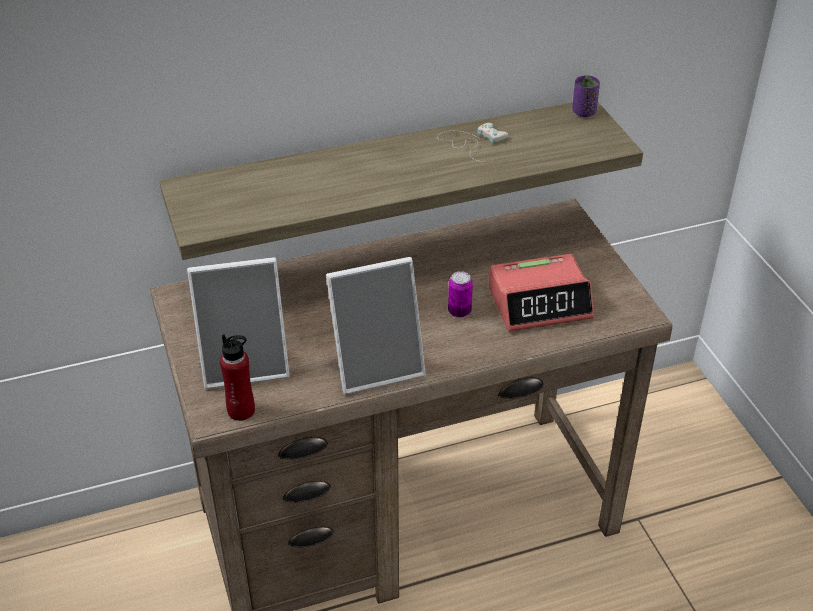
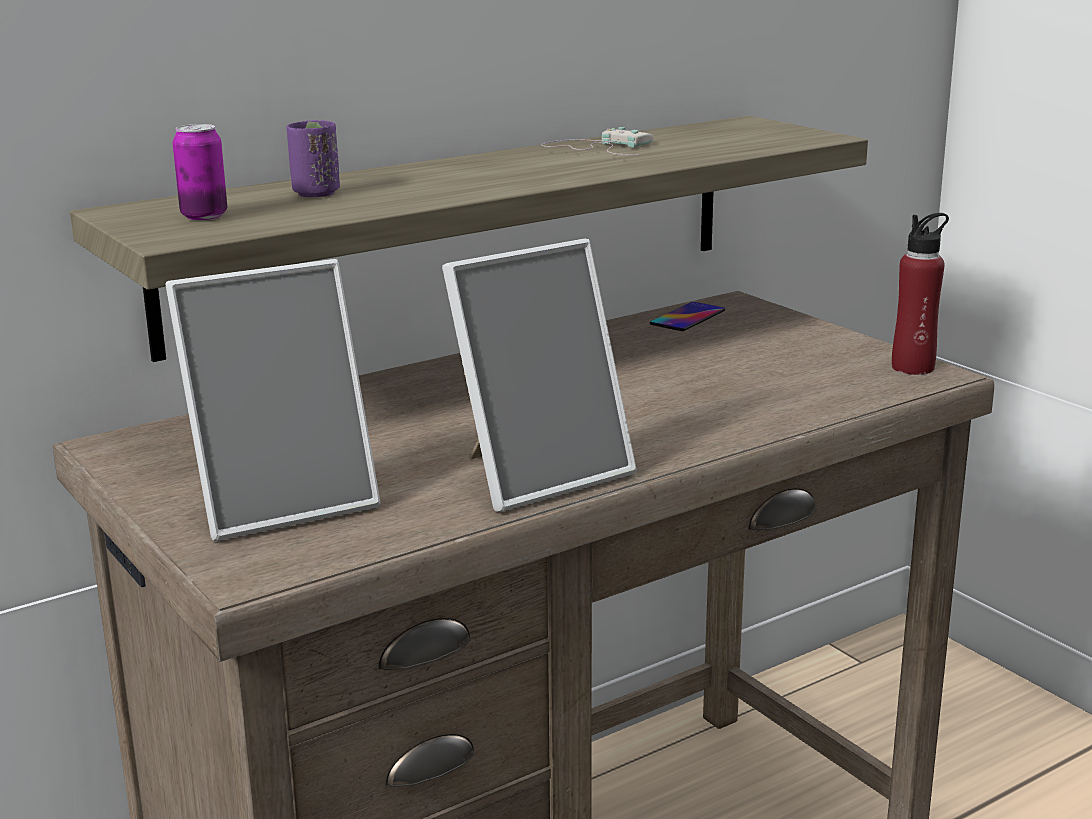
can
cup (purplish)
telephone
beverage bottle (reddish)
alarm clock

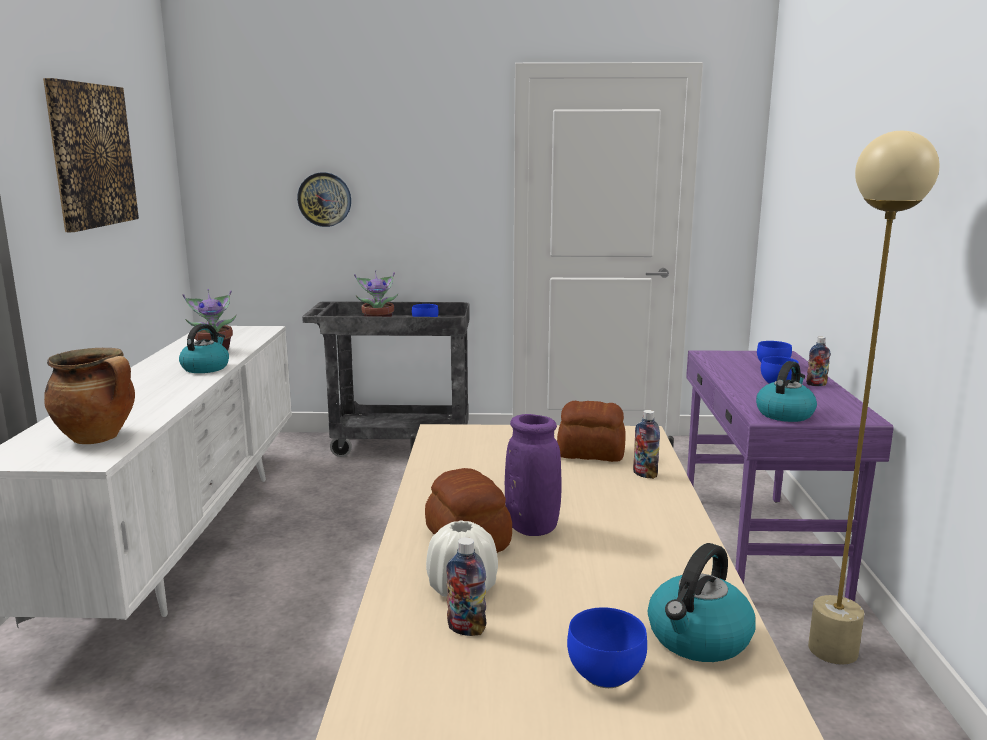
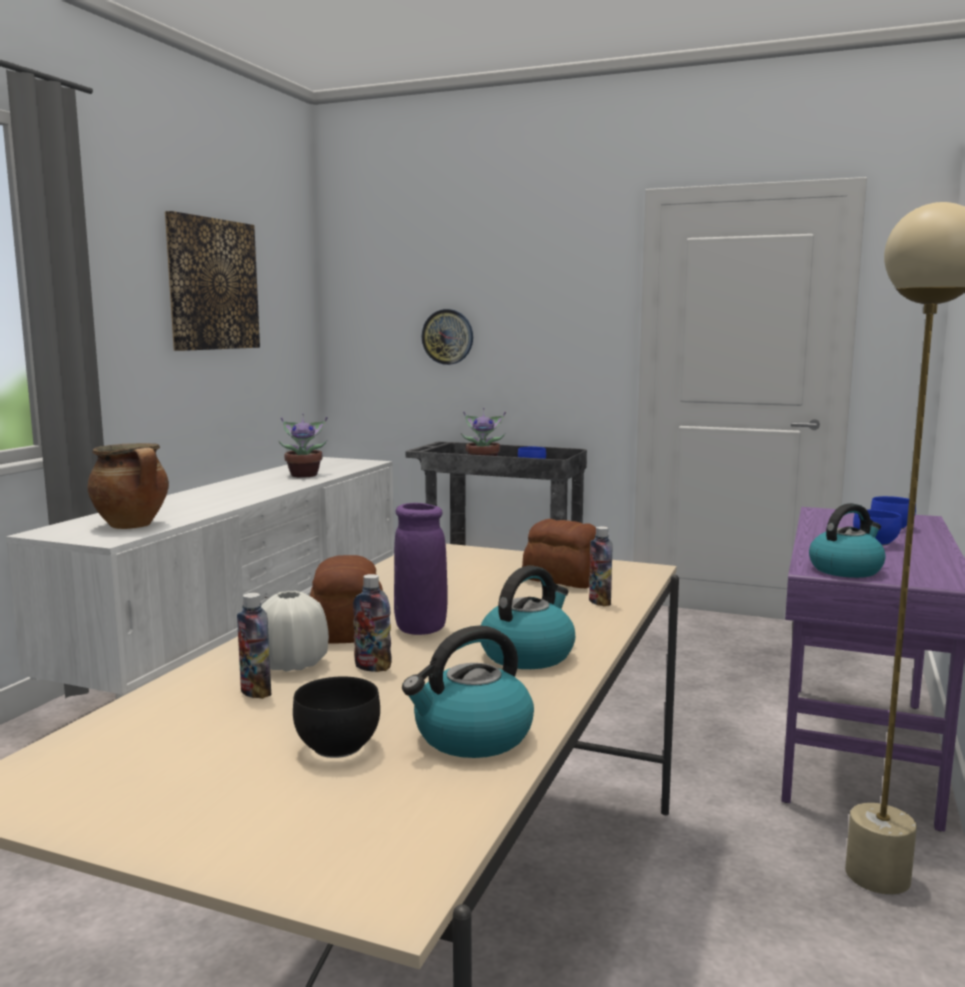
serving bowl (blackish)
beverage bottle (2nd from left)
kettle (2nd from left)

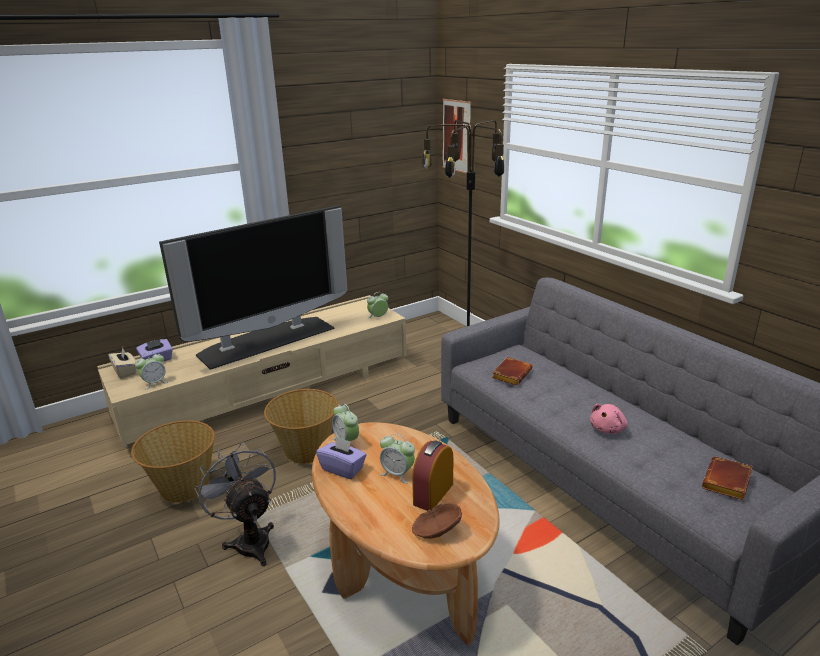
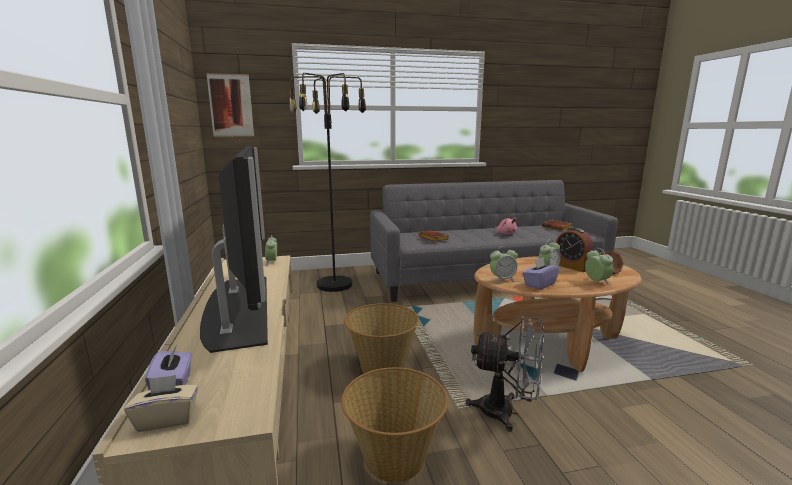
fan (greyish)
alarm clock (5th from left)

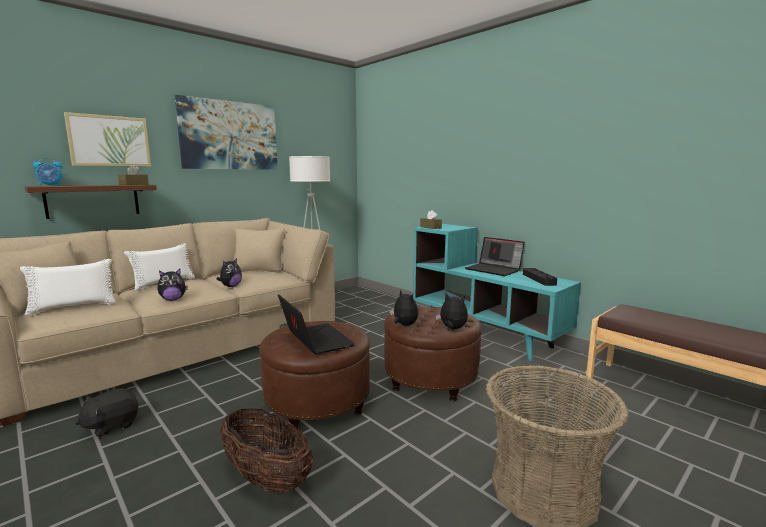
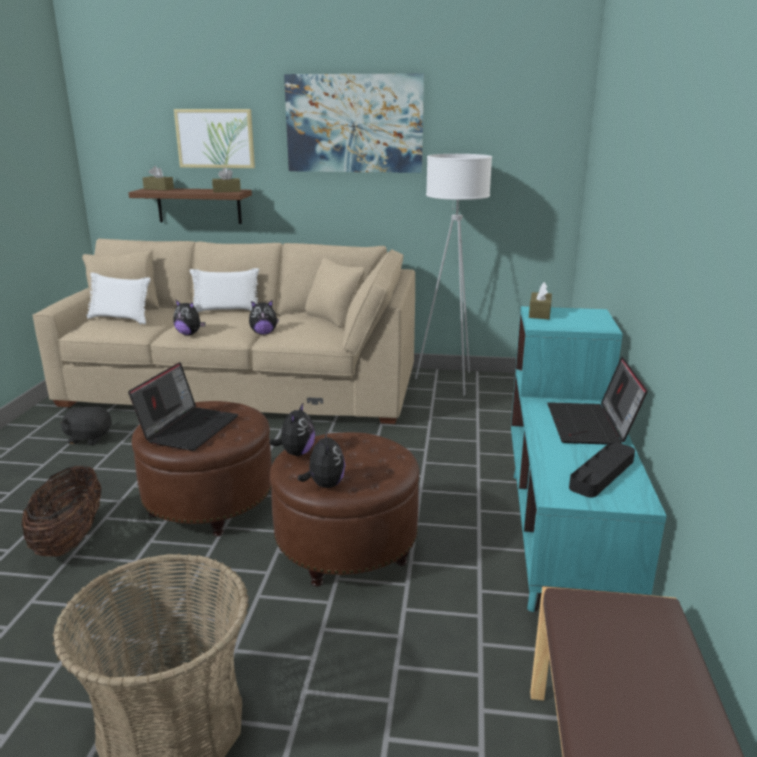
tissue box (brown-coloured) (1st from left)

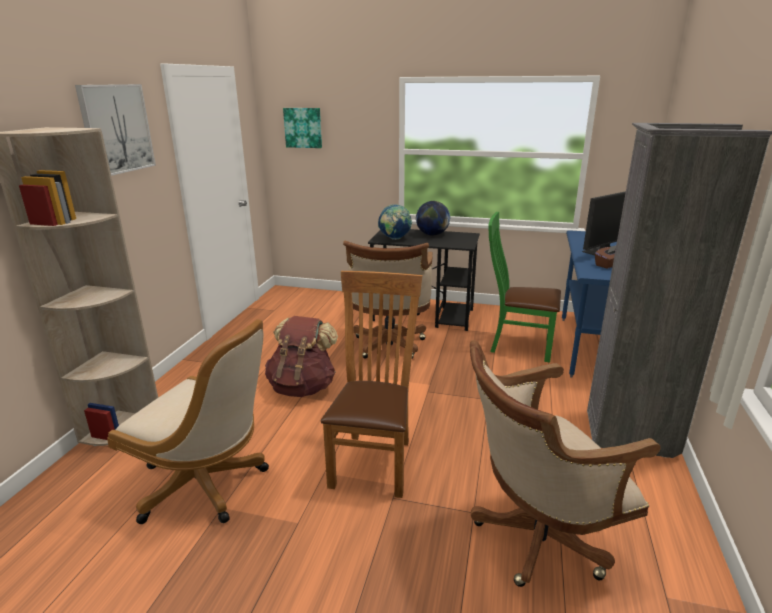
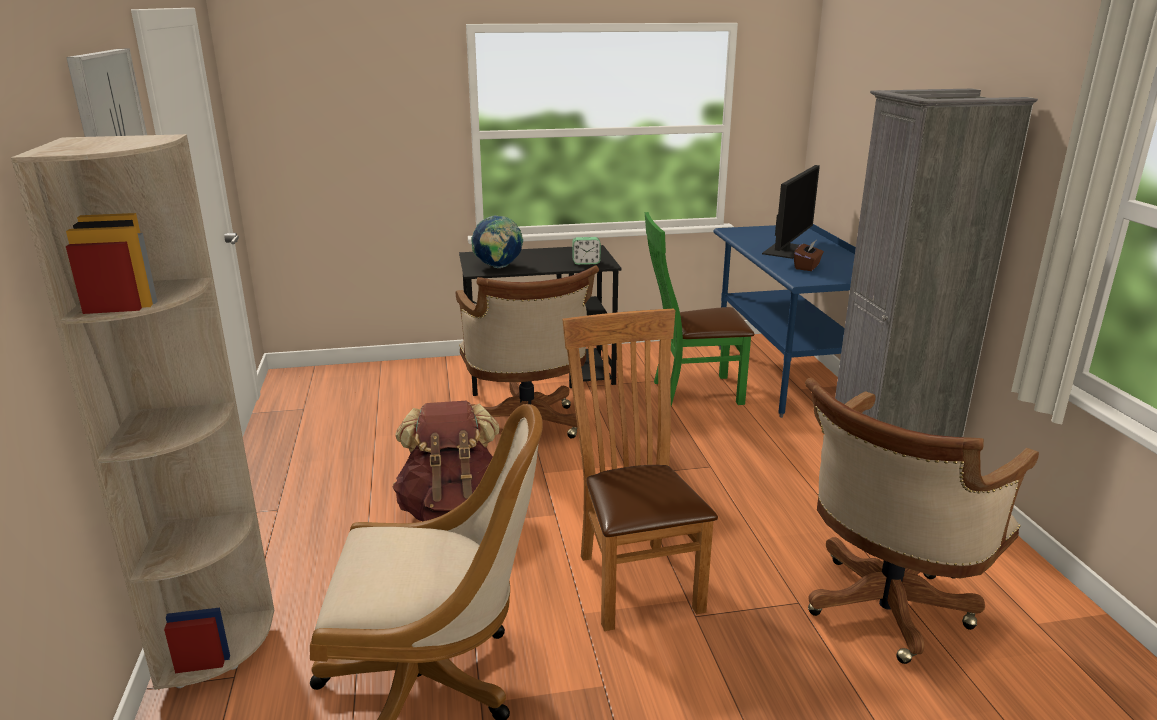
alarm clock
wall picture (2nd from left in the first image)
desk globe (2nd from left in the first image)

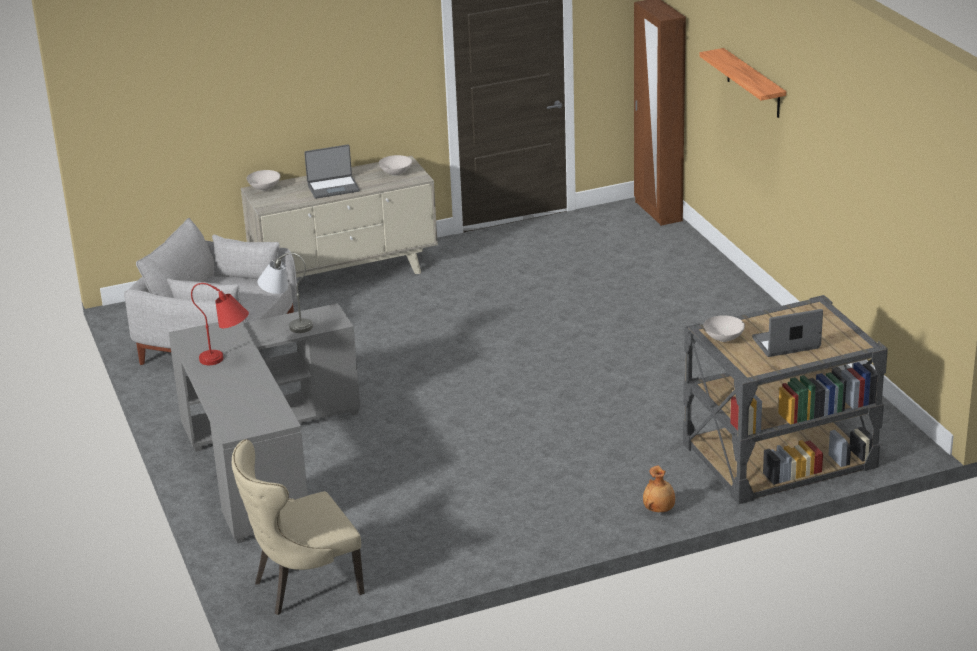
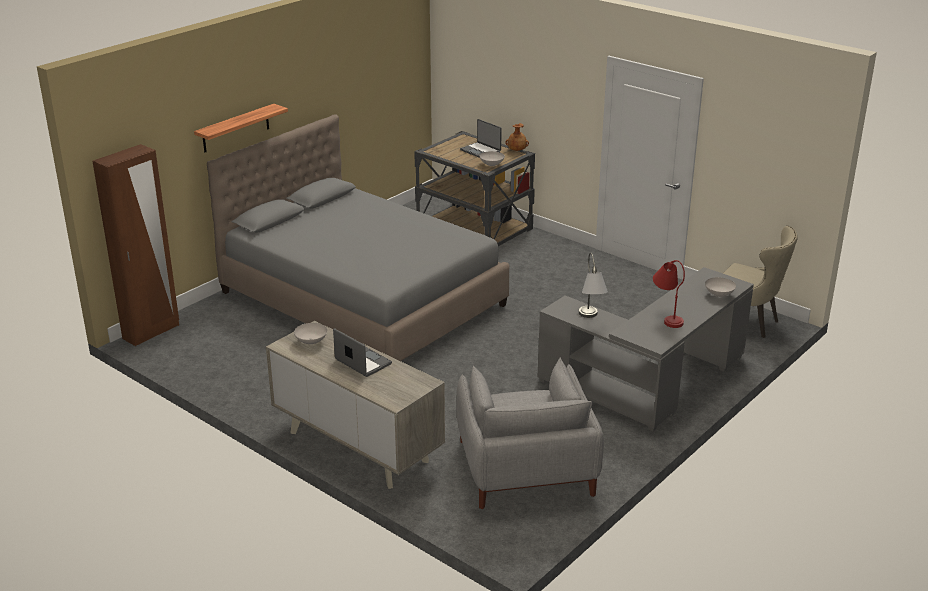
sleeping bed (greyish)
vase (brown-coloured)
serving bowl (whitish) (3rd from left)

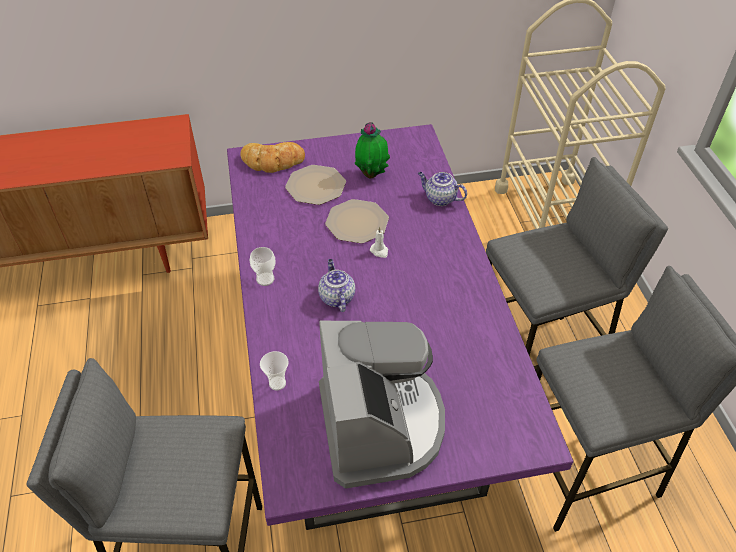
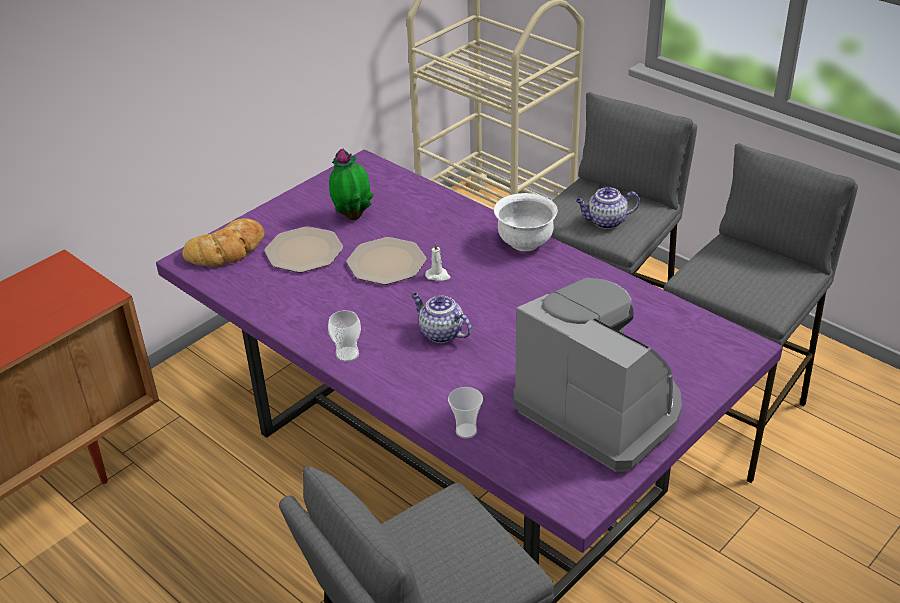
serving bowl (whitish)
teapot (2nd from left)

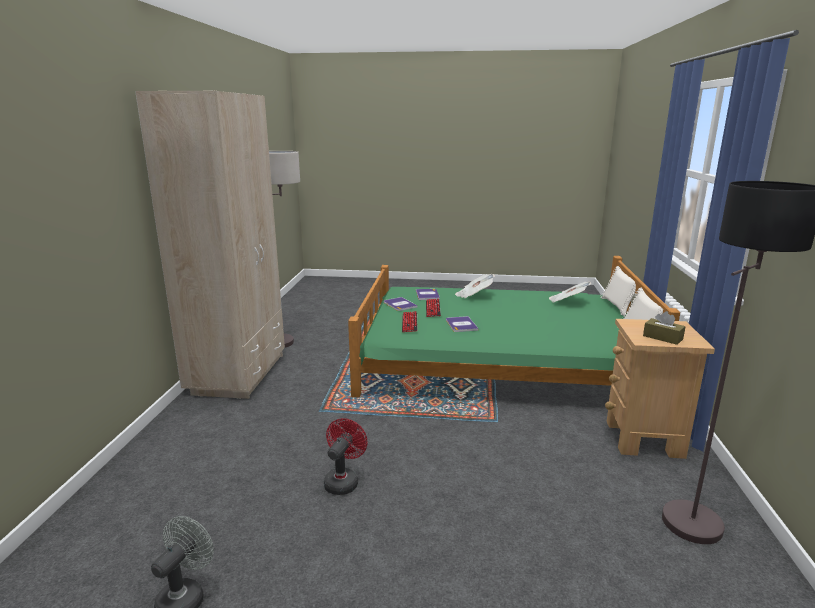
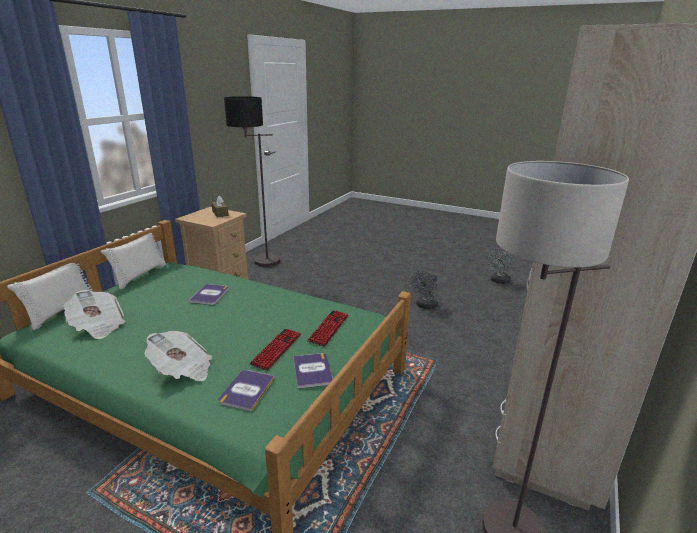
bound book (1st from left)
fan (greyish) (1st from left)

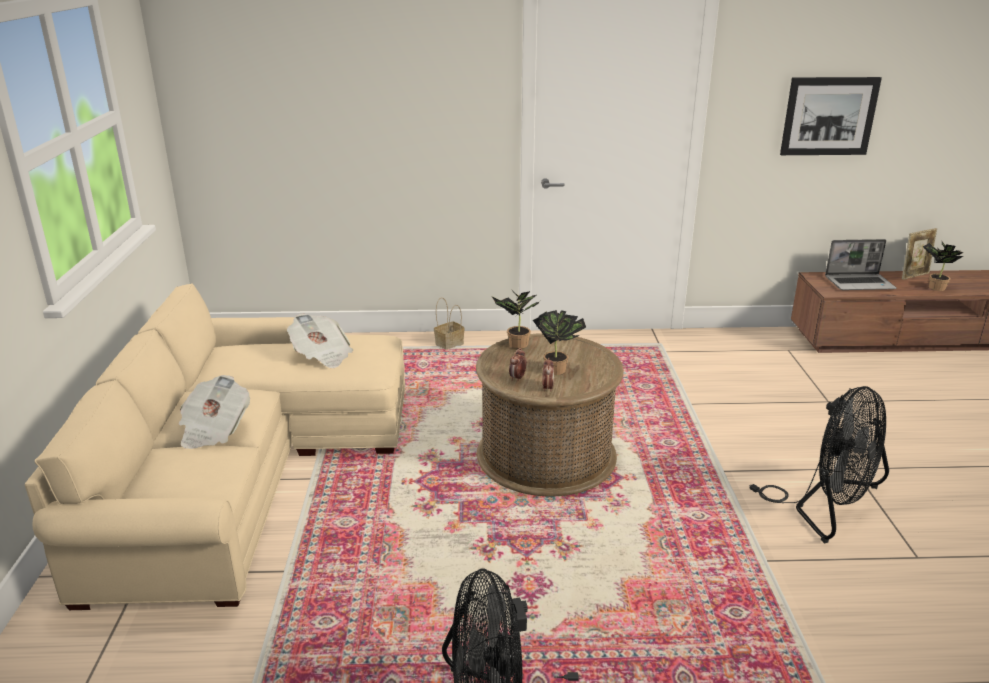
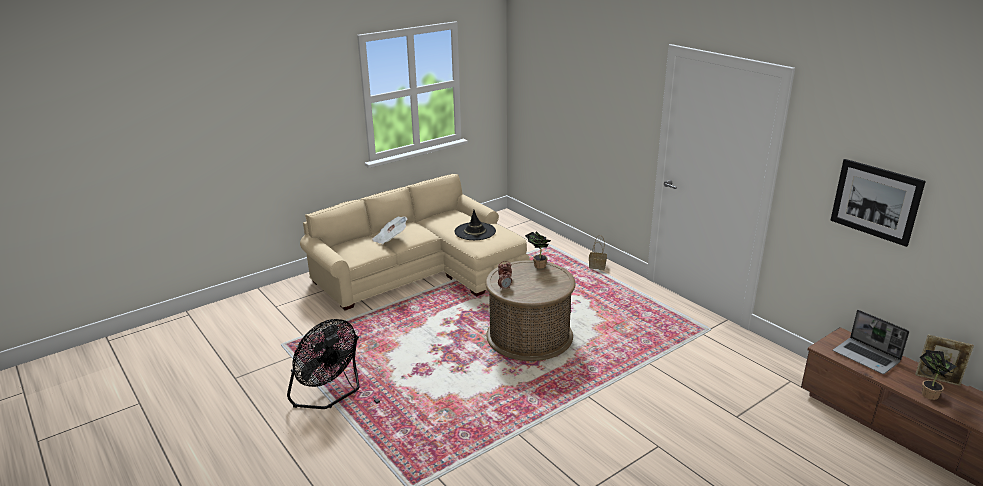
wearable hat (blackish)
plant in a pot (2nd from left in the first image)
fan (blackish) (2nd from left in the first image)

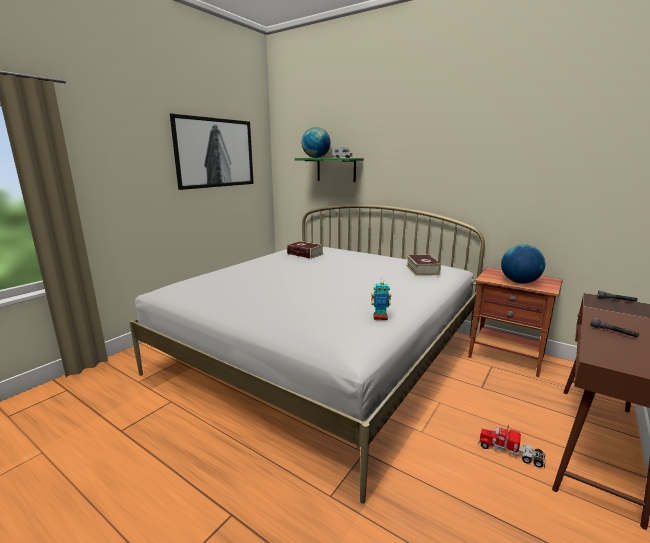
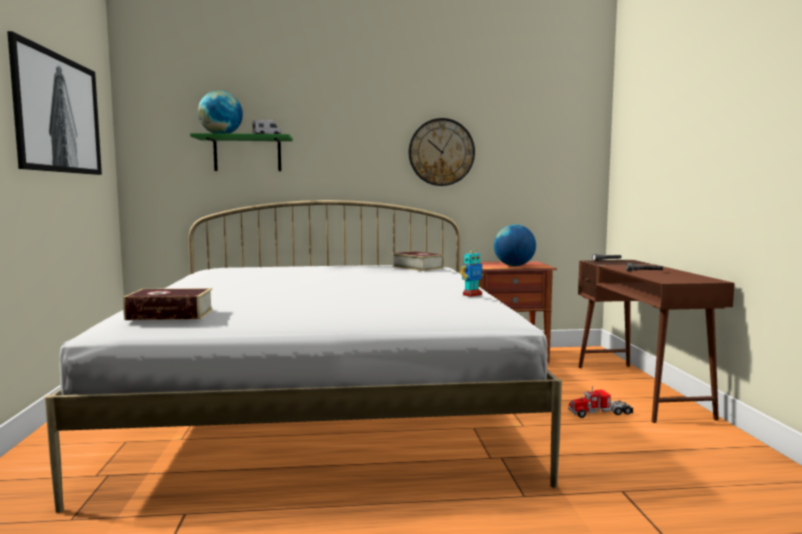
bound book (1st from left)
clock on the wall

